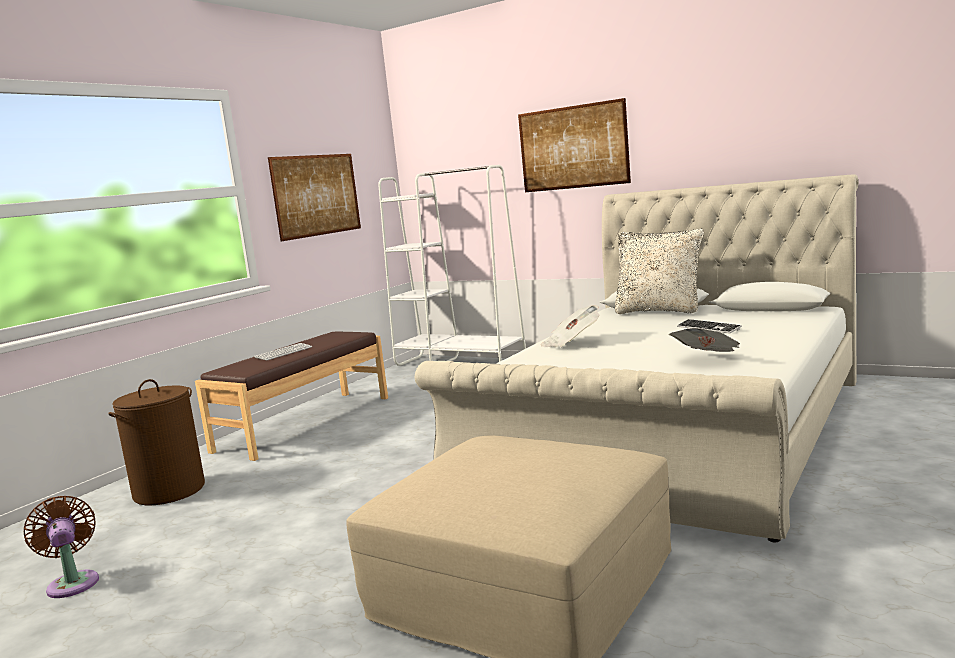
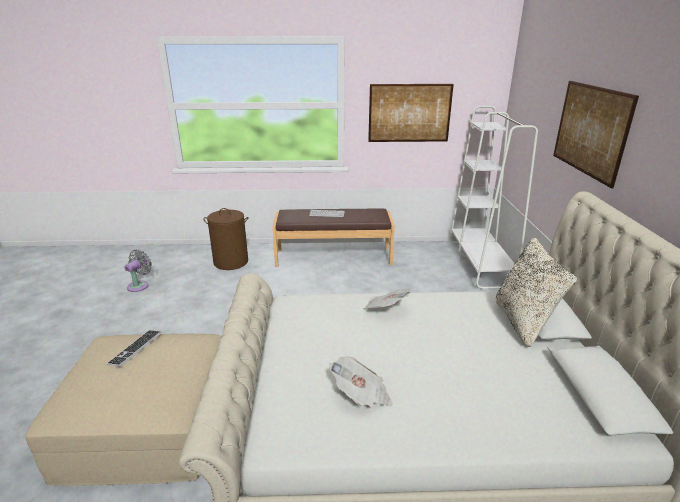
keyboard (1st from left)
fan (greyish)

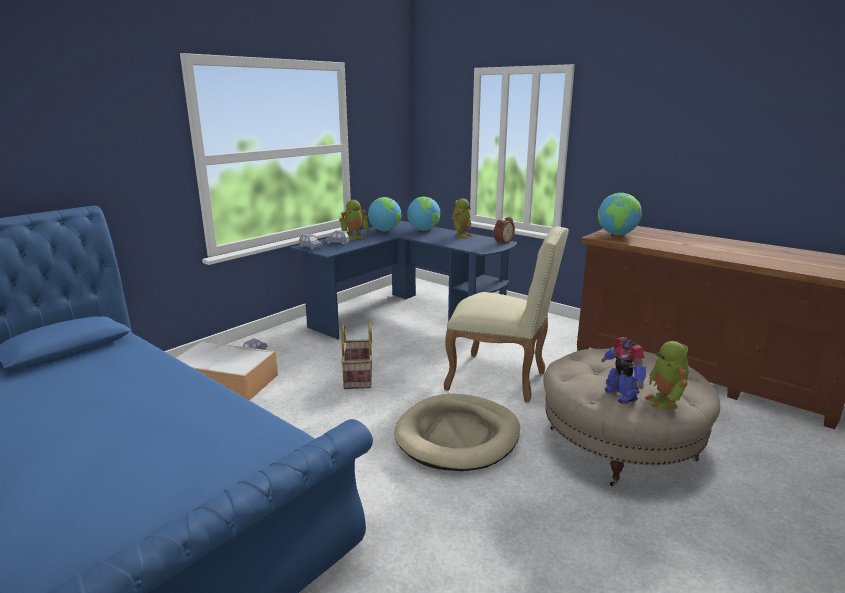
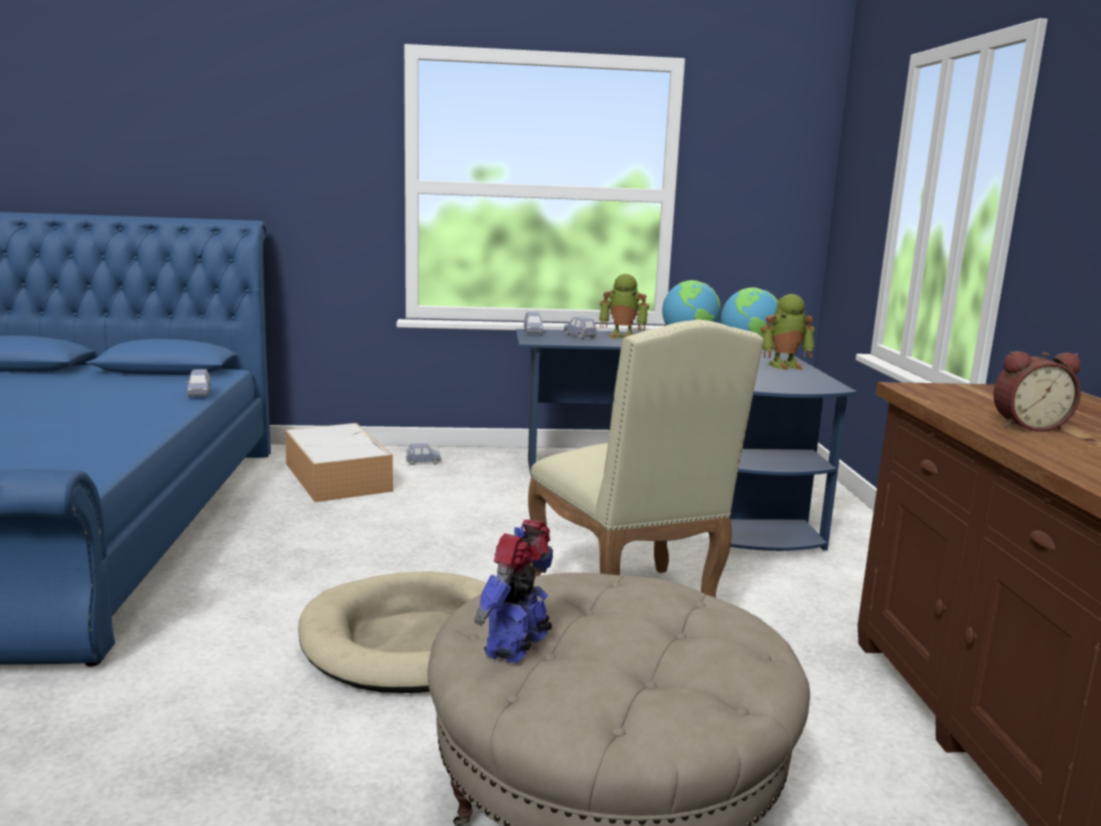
model car (bluish) (1st from left)
alarm clock
storage basket
desk globe (3rd from left in the first image)
toy robot (4th from left in the first image)

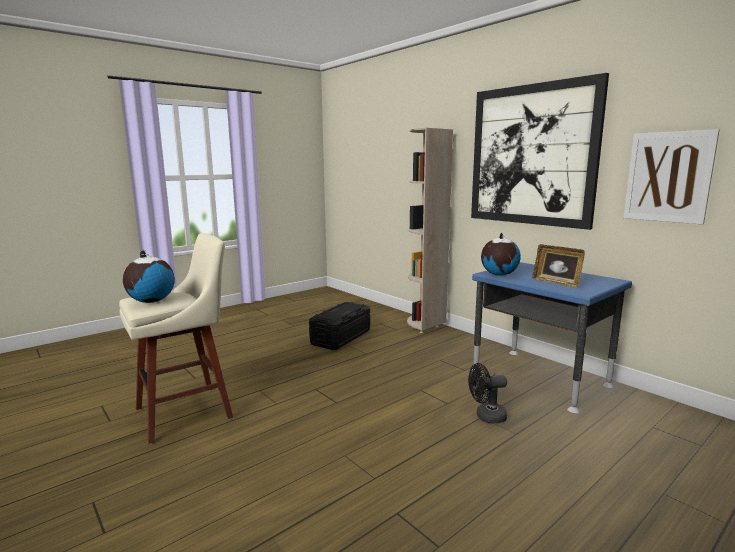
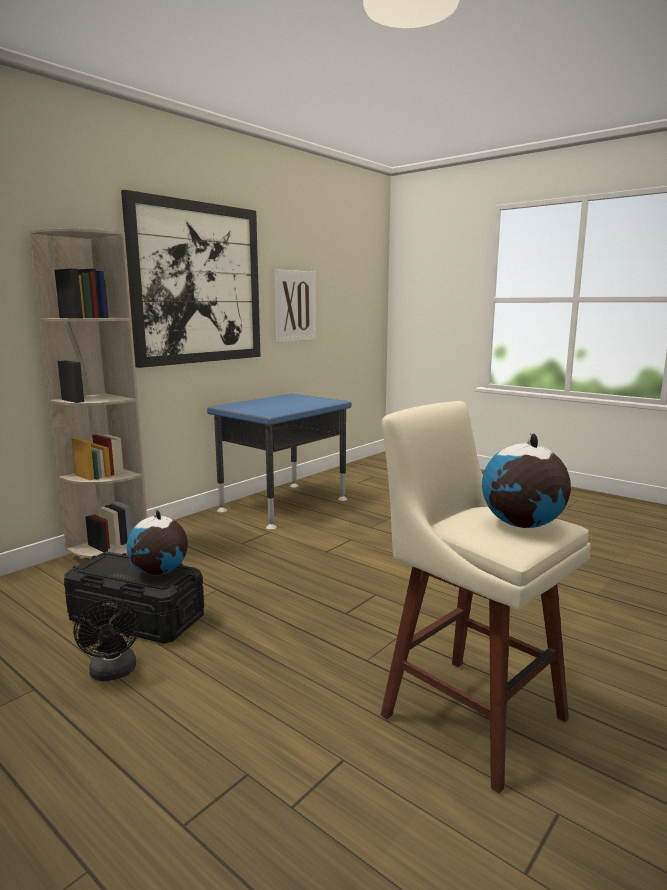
fan (blackish)
desk globe (1st from left)
picture frame

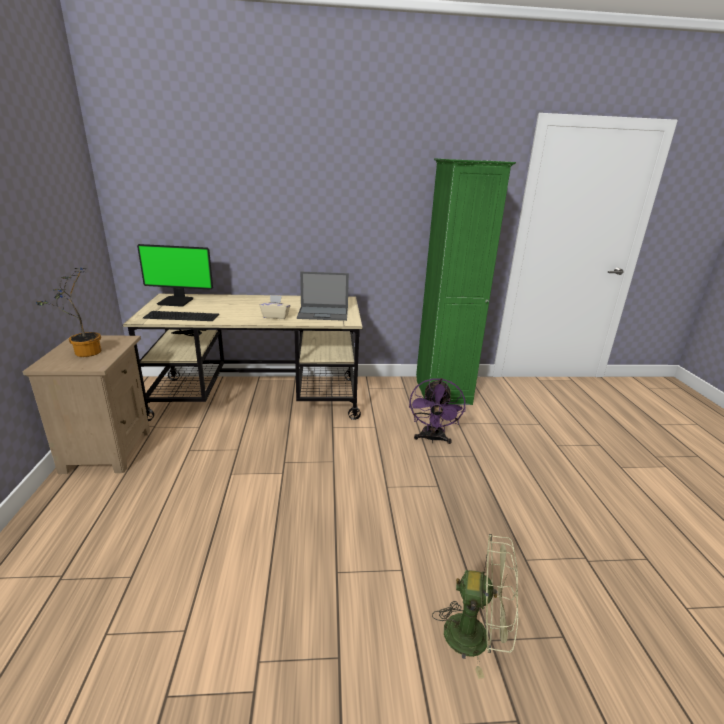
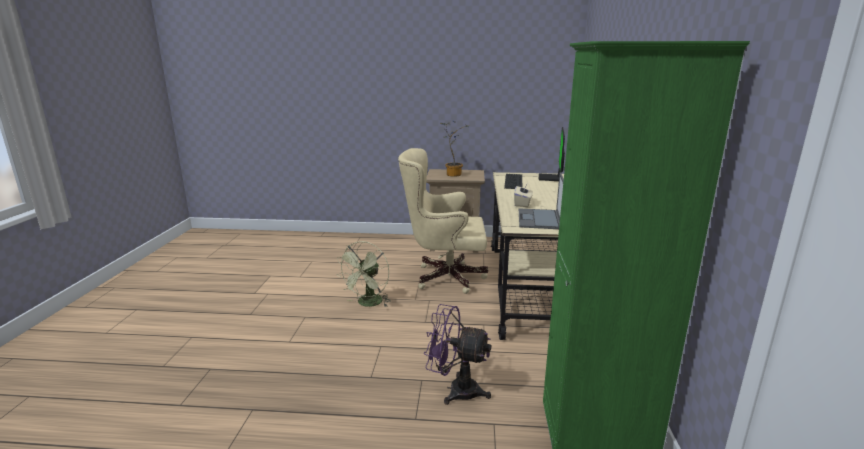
fan (green-coloured)
computer chair (beige-coloured)

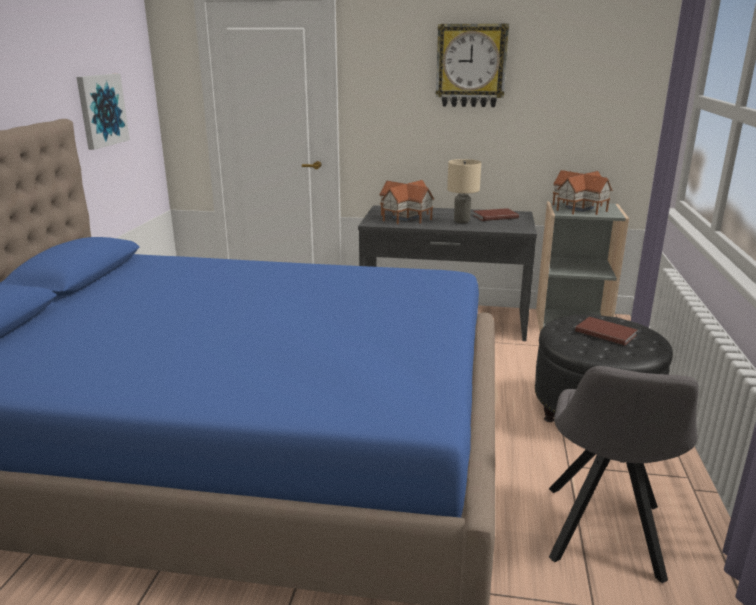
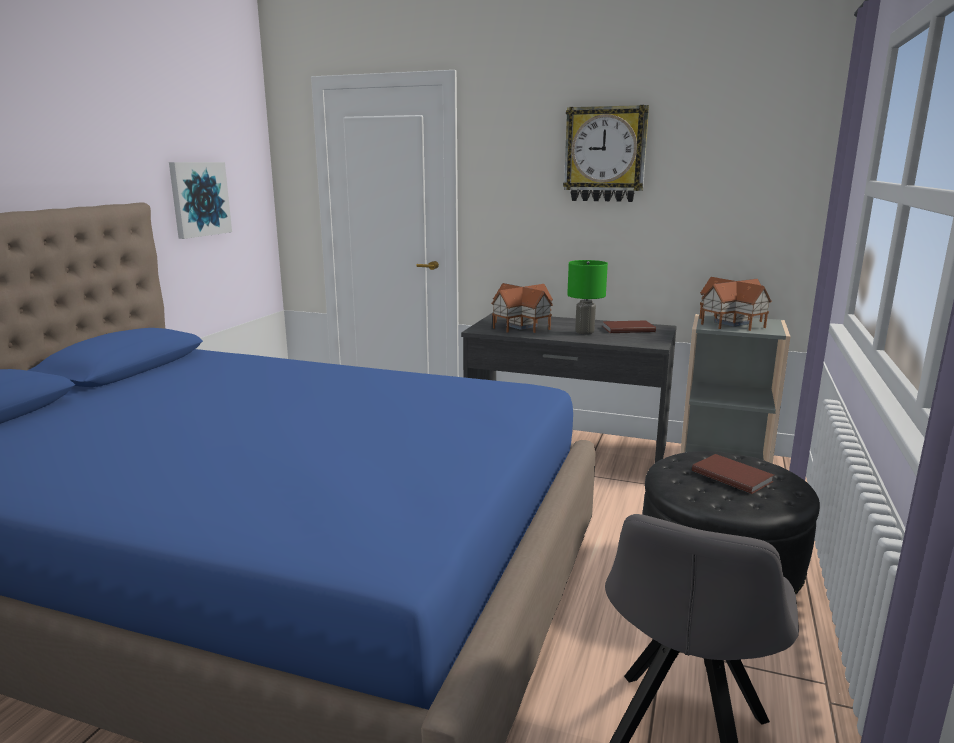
lamp for a table (green-coloured)

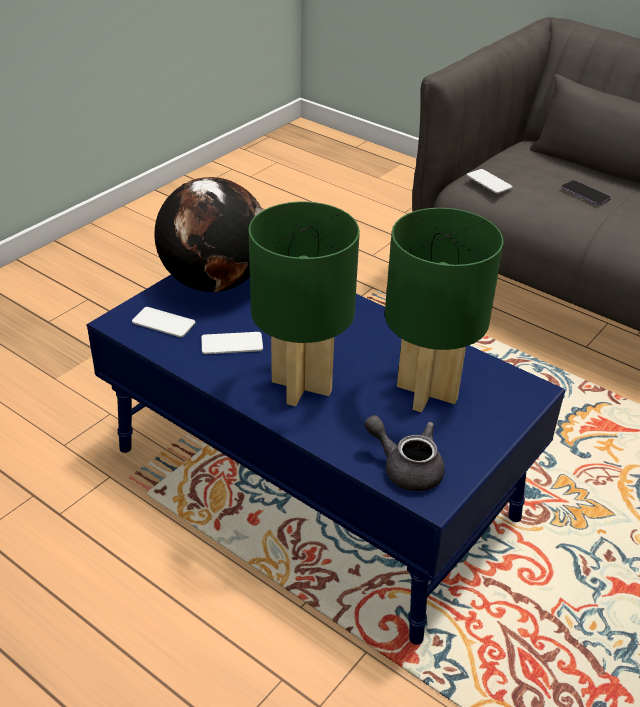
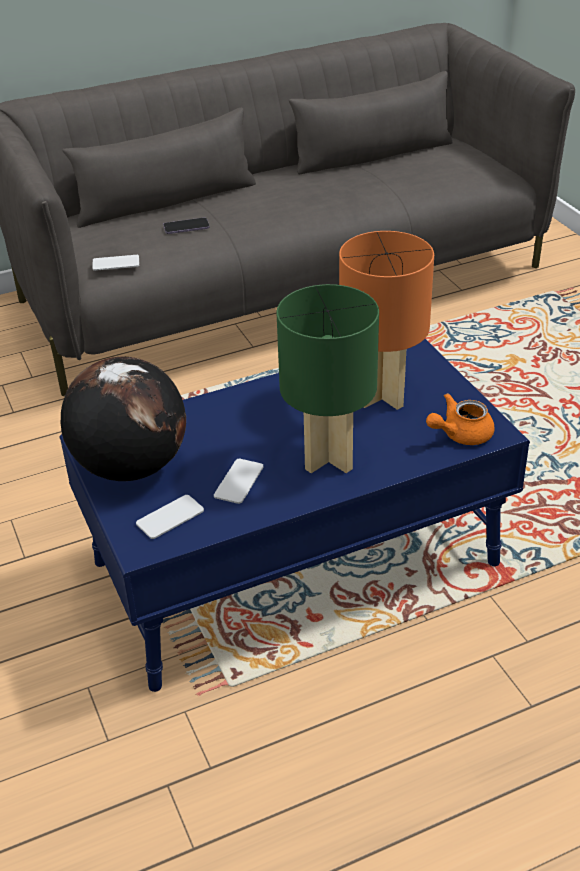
lamp for a table (orangey)
teapot (orangey)

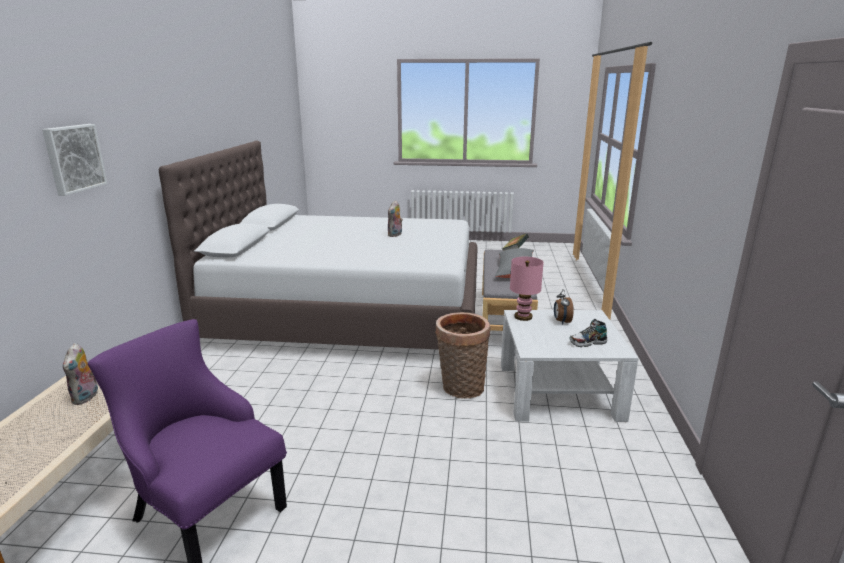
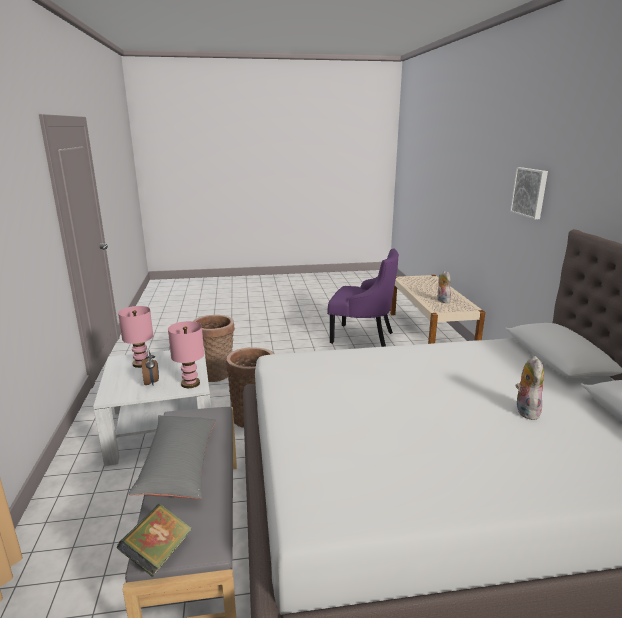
lamp for a table (pink) (1st from left)
storage basket (1st from left)
cuddly toy (2nd from left)

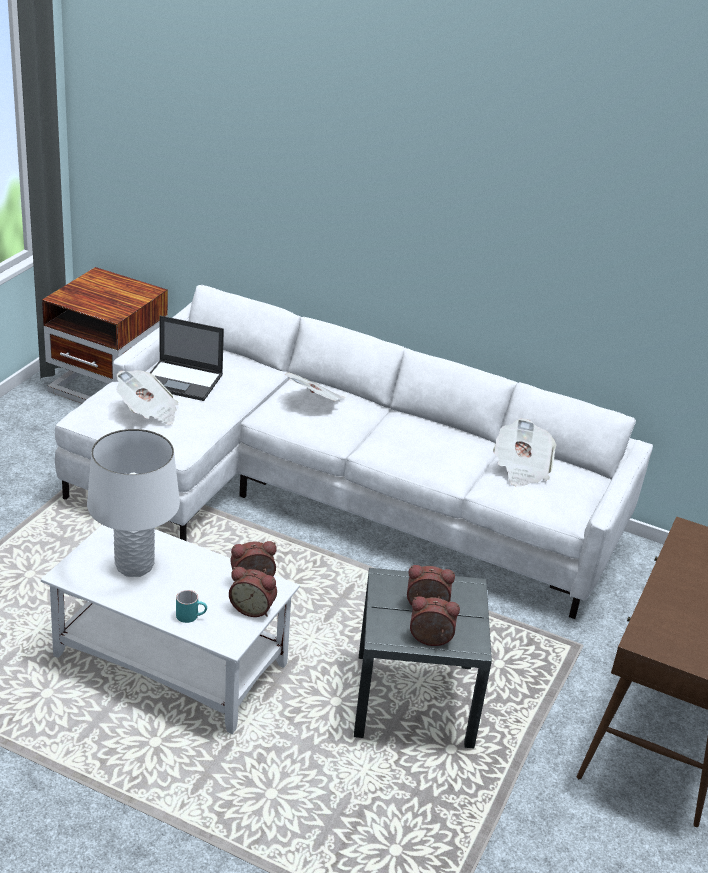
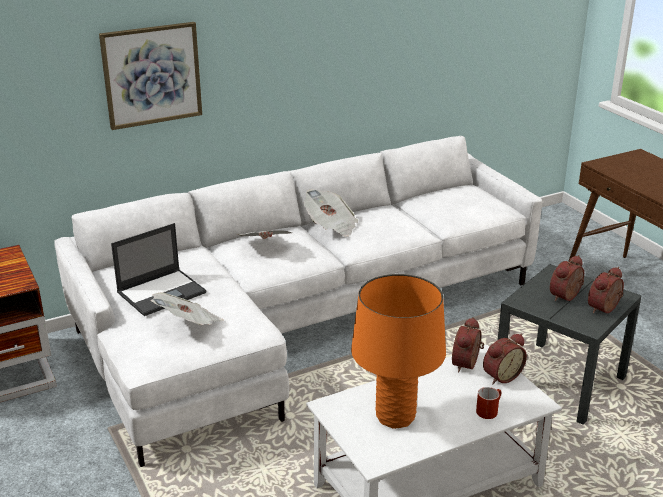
wall picture
newspaper (3rd from left)
lamp for a table (orangey)
mug (reddish)

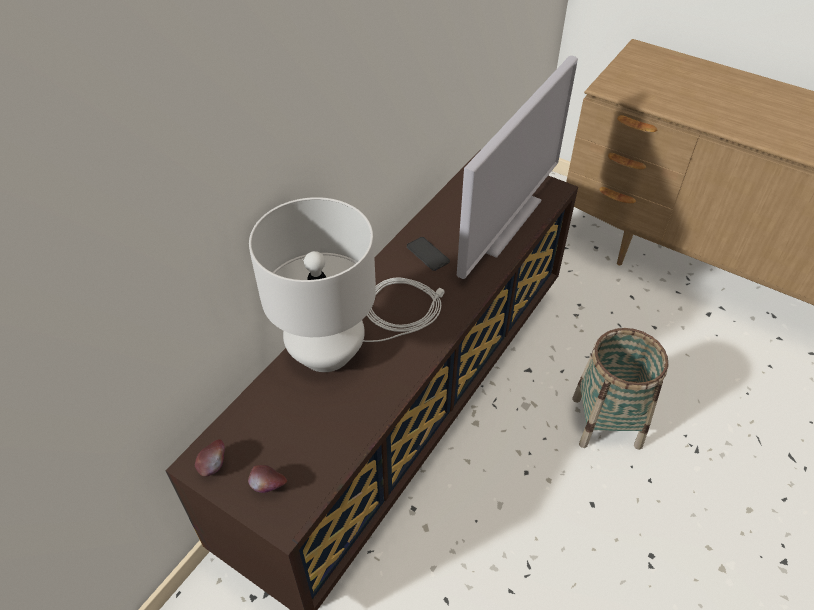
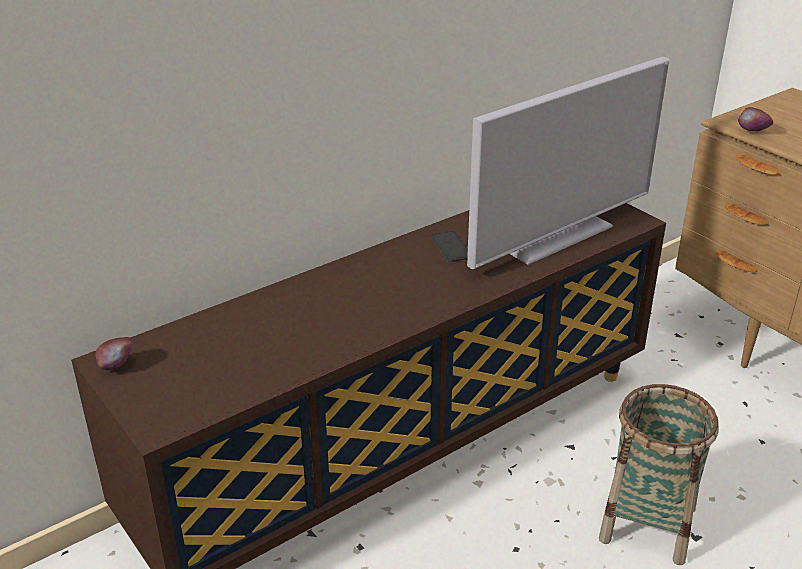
whole apple (2nd from left)
lamp for a table (greyish)

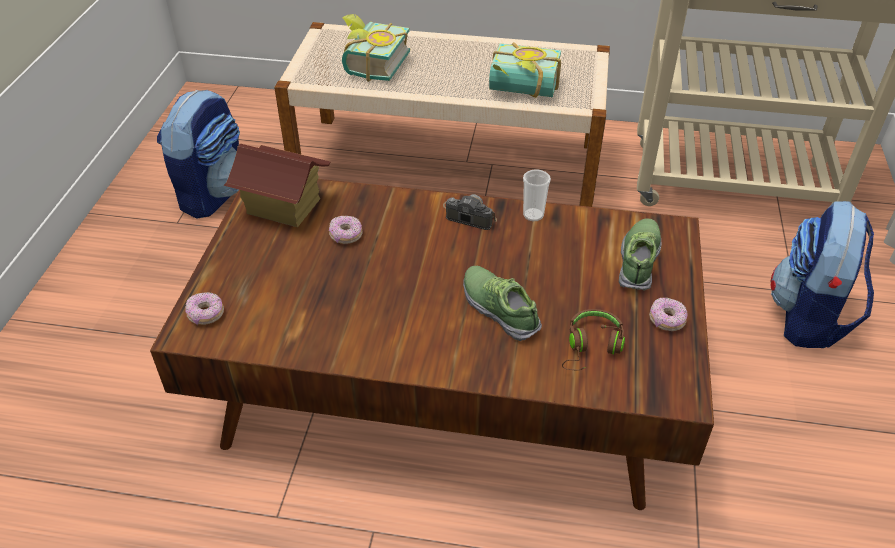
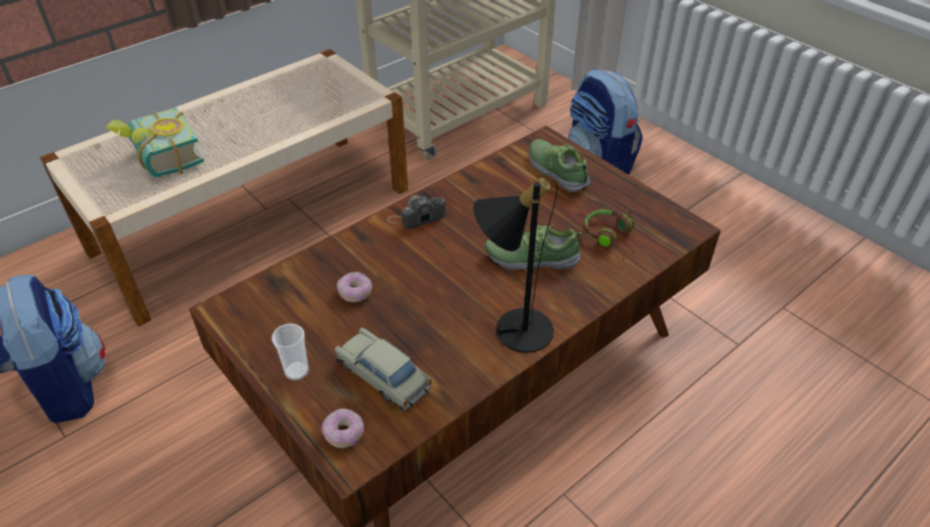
cup
model car (beige-coloured)
lamp for a table (blackish)
model house
bound book (2nd from left in the first image)
donut (3rd from left in the first image)

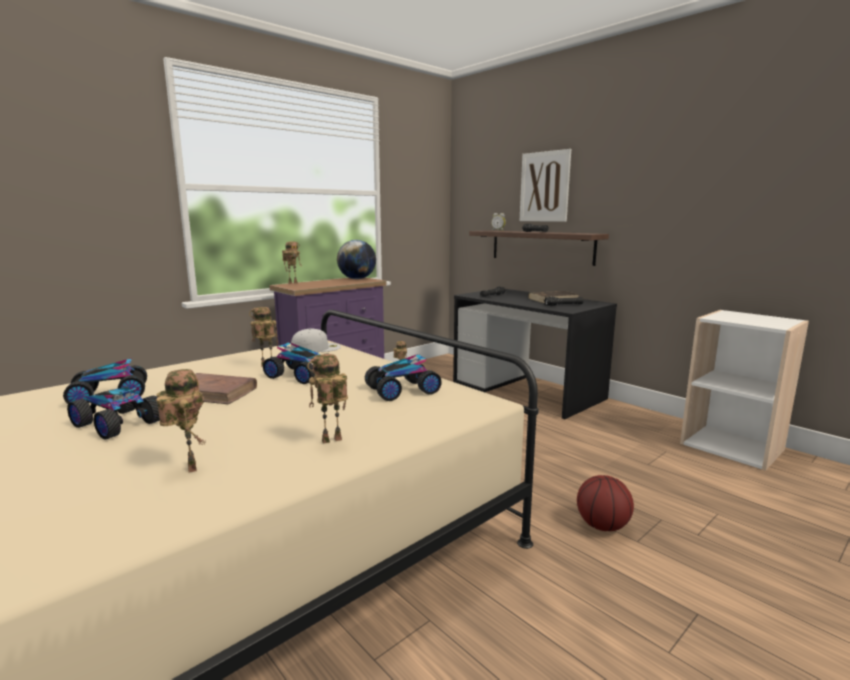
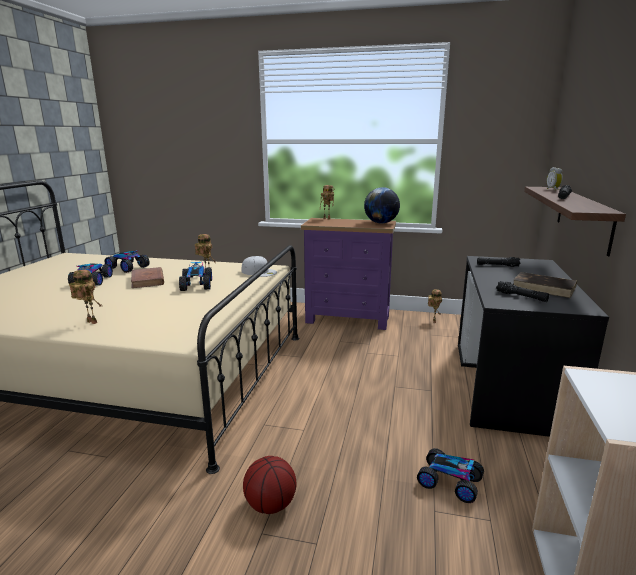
model car (4th from left)
toy robot (1st from left in the first image)
wall picture

